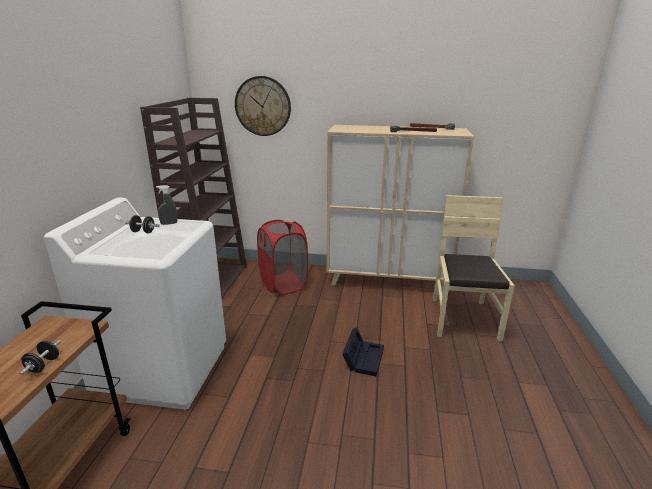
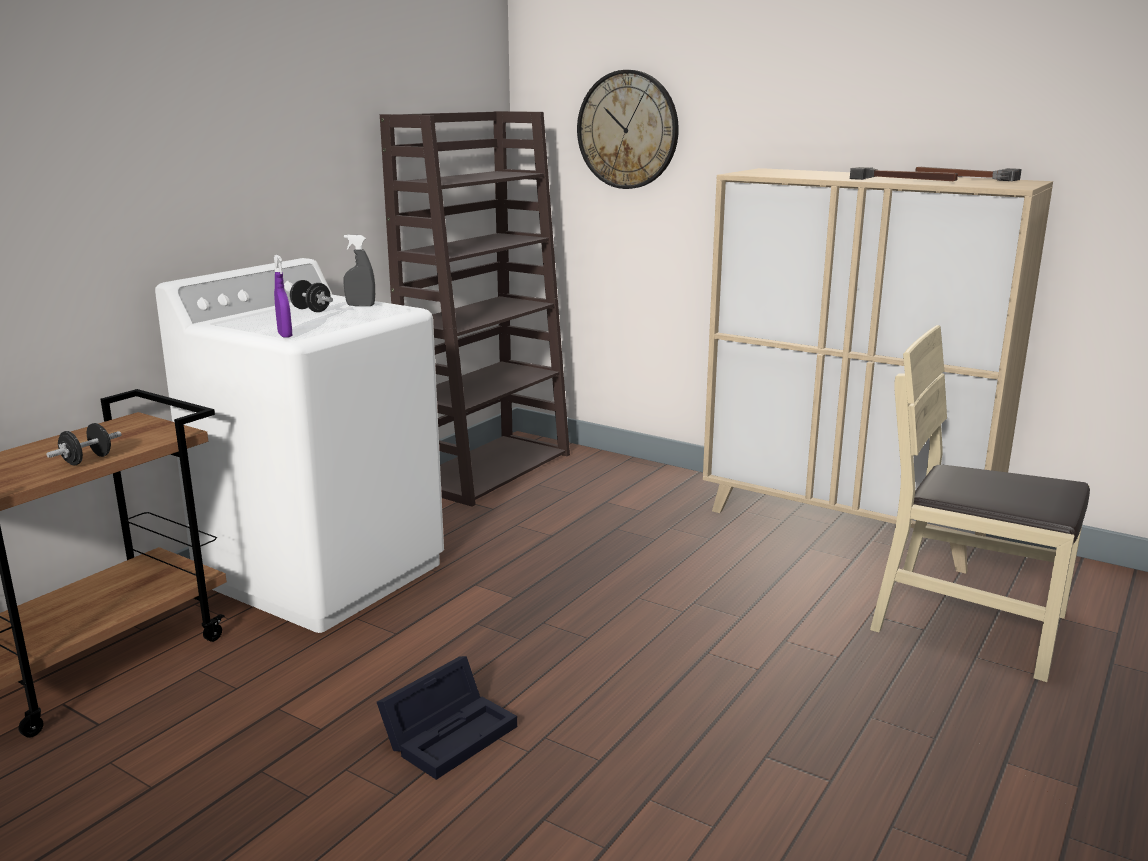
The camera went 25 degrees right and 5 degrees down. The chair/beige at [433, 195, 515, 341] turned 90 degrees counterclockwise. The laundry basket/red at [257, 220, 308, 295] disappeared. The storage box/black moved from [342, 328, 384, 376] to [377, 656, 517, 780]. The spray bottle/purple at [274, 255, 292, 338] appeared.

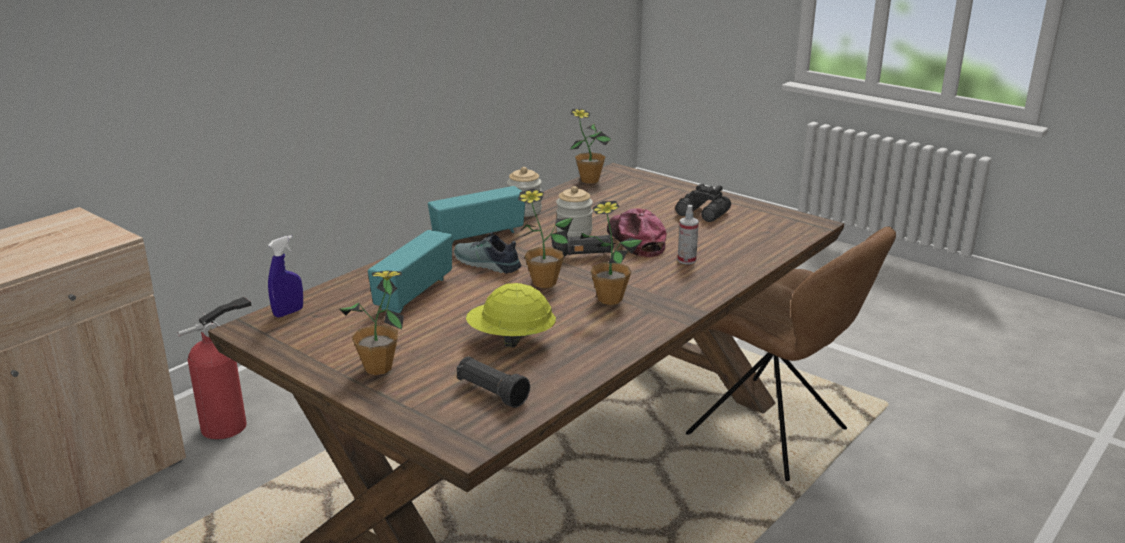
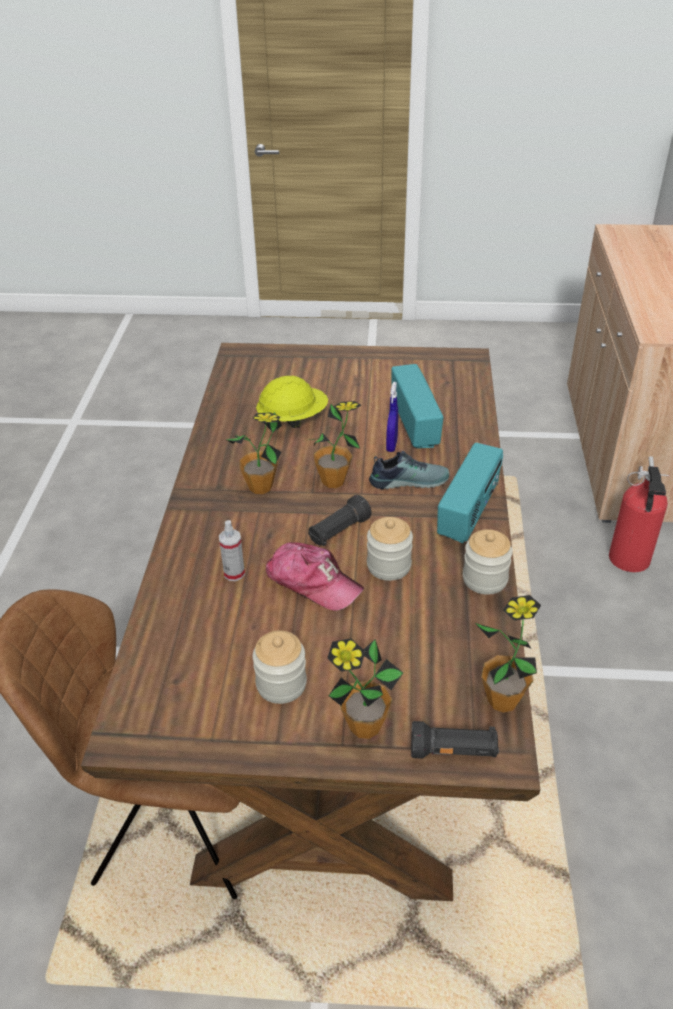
The camera went 145 degrees right and 15 degrees up. The binoculars/black at [675, 184, 731, 222] was replaced by the jar at [253, 630, 307, 704]. The spray bottle/blue moved from [268, 235, 303, 318] to [386, 382, 398, 452]. The potted plant moved from [339, 270, 404, 375] to [327, 638, 403, 739]. The flashlight/black moved from [457, 357, 530, 408] to [411, 721, 499, 759].

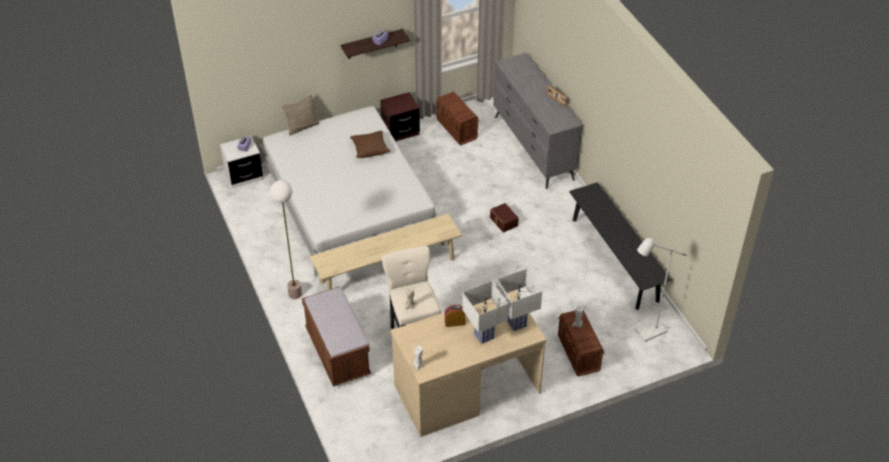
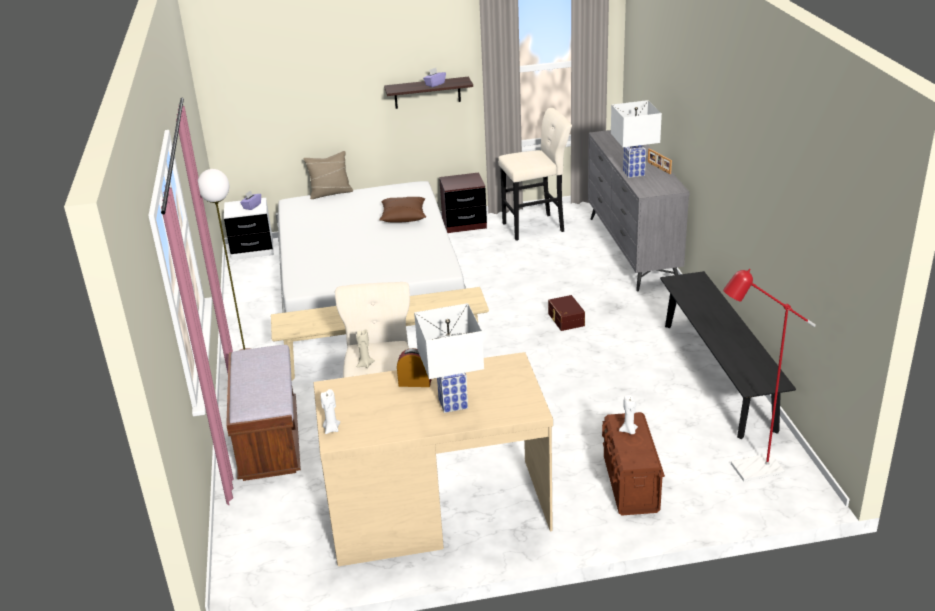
The camera went 15 degrees right and 15 degrees down. The storage box/brown at [435, 92, 479, 145] was replaced by the stool/beige at [498, 108, 572, 241]. The floor lamp/white at [635, 238, 687, 342] became the floor lamp/red at [723, 268, 816, 482]. The table lamp/white moved from [497, 269, 542, 331] to [611, 100, 662, 178].

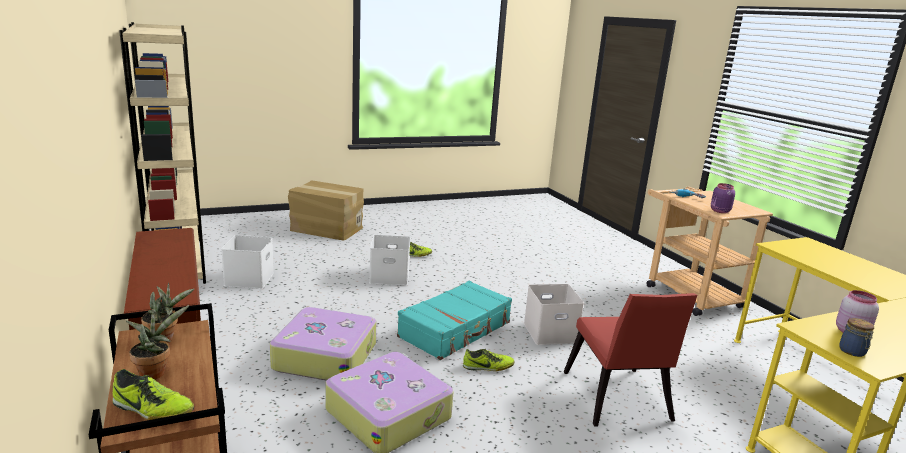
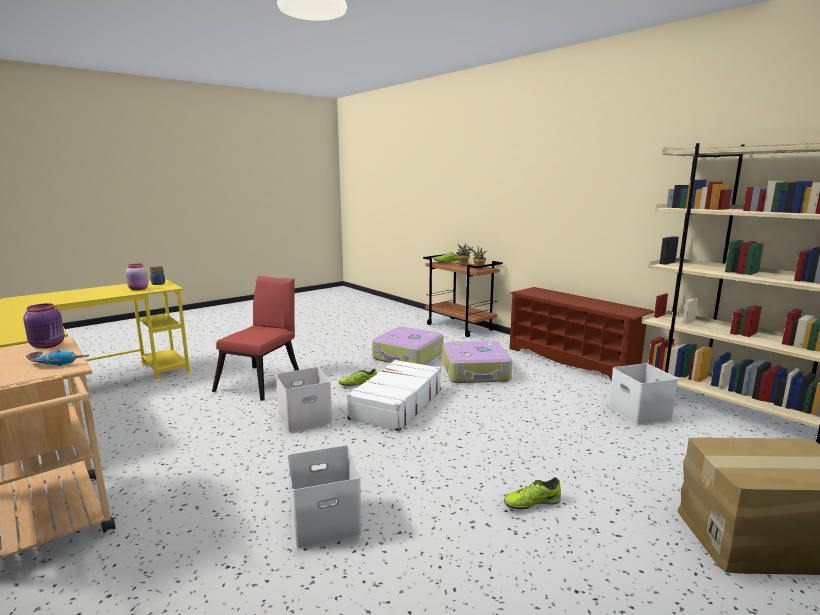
The camera went 165 degrees right and 5 degrees down. The storage box/white moved from [369, 235, 410, 286] to [287, 445, 362, 549]. The suitcase/turquoise at [397, 281, 512, 360] became the suitcase/white at [347, 360, 441, 431]. The chair/red at [564, 293, 697, 427] turned 45 degrees clockwise.

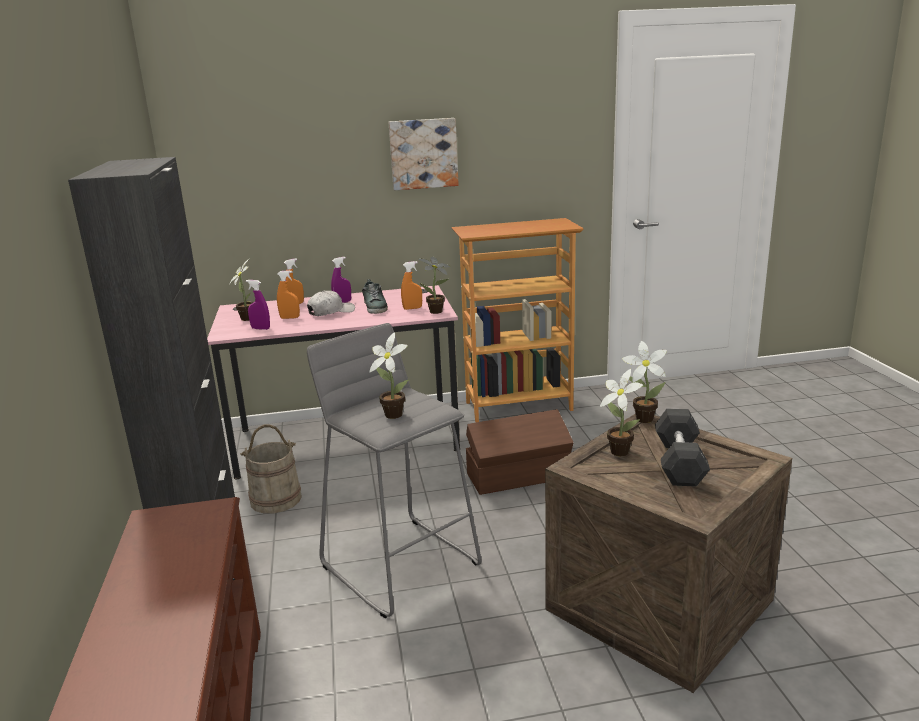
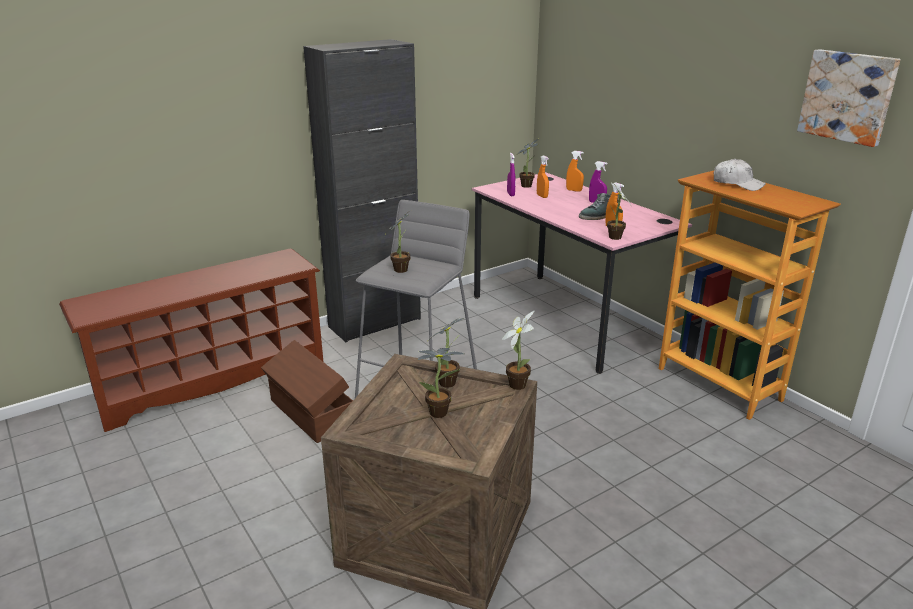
The camera went 65 degrees right and 5 degrees up. The picture moved from [389, 118, 459, 190] to [797, 49, 901, 147]. The cap/white moved from [307, 291, 355, 316] to [714, 159, 766, 191]. The storage box/brown moved from [466, 409, 573, 495] to [261, 340, 353, 443]. The dumbbell/grey at [655, 409, 710, 487] was replaced by the potted plant at [417, 348, 465, 418]. The bucket/beige at [240, 424, 302, 513] disappeared.

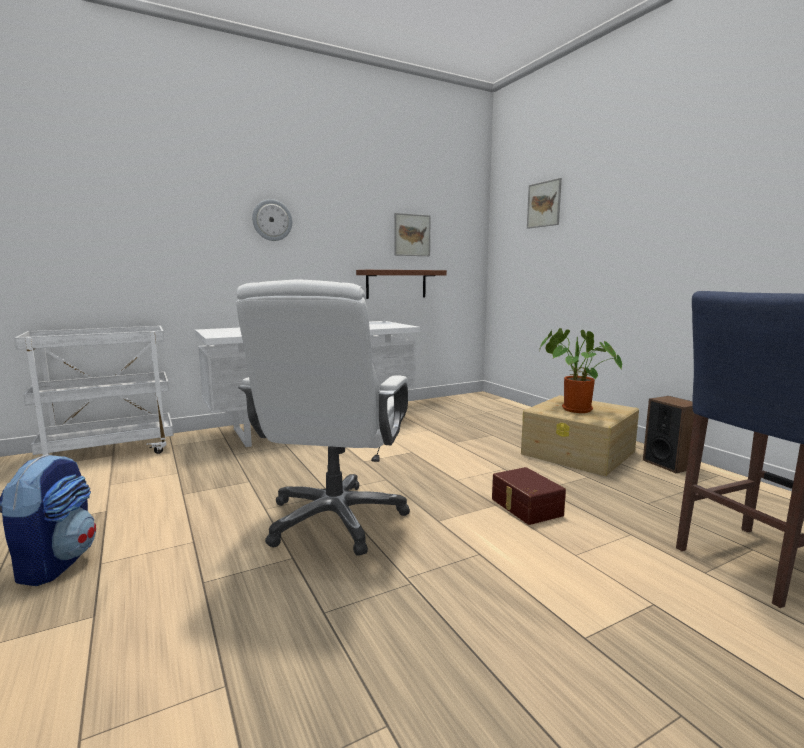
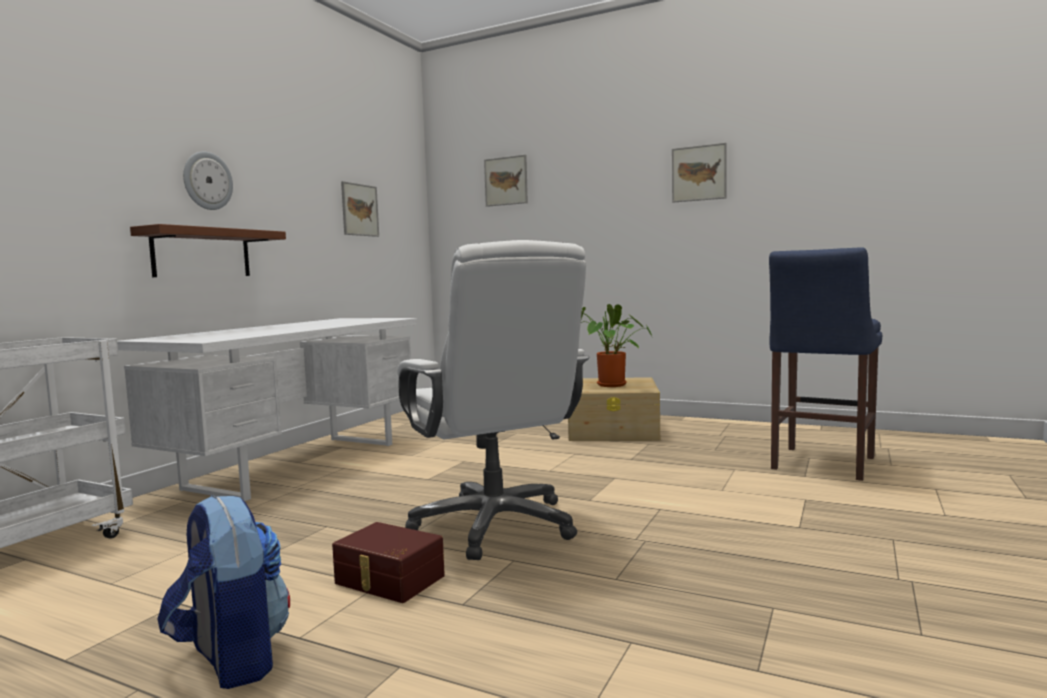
The camera went 35 degrees left and 5 degrees down. The shelf/brown moved from [356, 270, 447, 299] to [130, 224, 286, 277]. The speaker at [643, 396, 694, 473] disappeared. The storage box/brown moved from [492, 467, 566, 525] to [332, 522, 445, 603]. The picture at [672, 143, 727, 203] appeared.

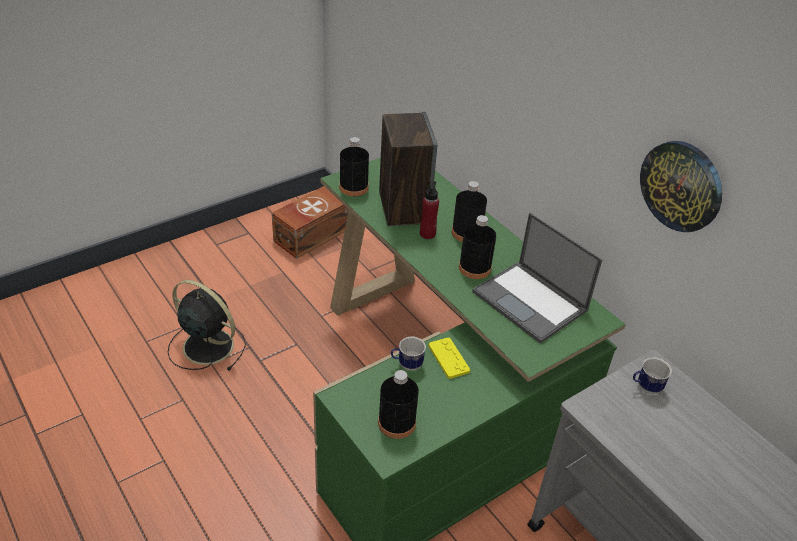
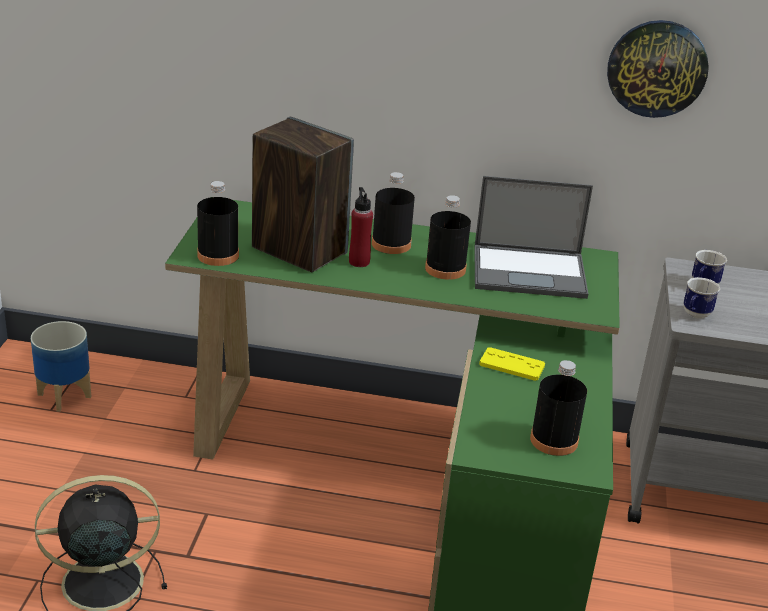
The camera went 45 degrees left and 10 degrees down. The storage box/brown at [272, 186, 349, 259] was replaced by the planter at [31, 321, 91, 412]. The mug moved from [391, 337, 426, 371] to [684, 277, 720, 319].

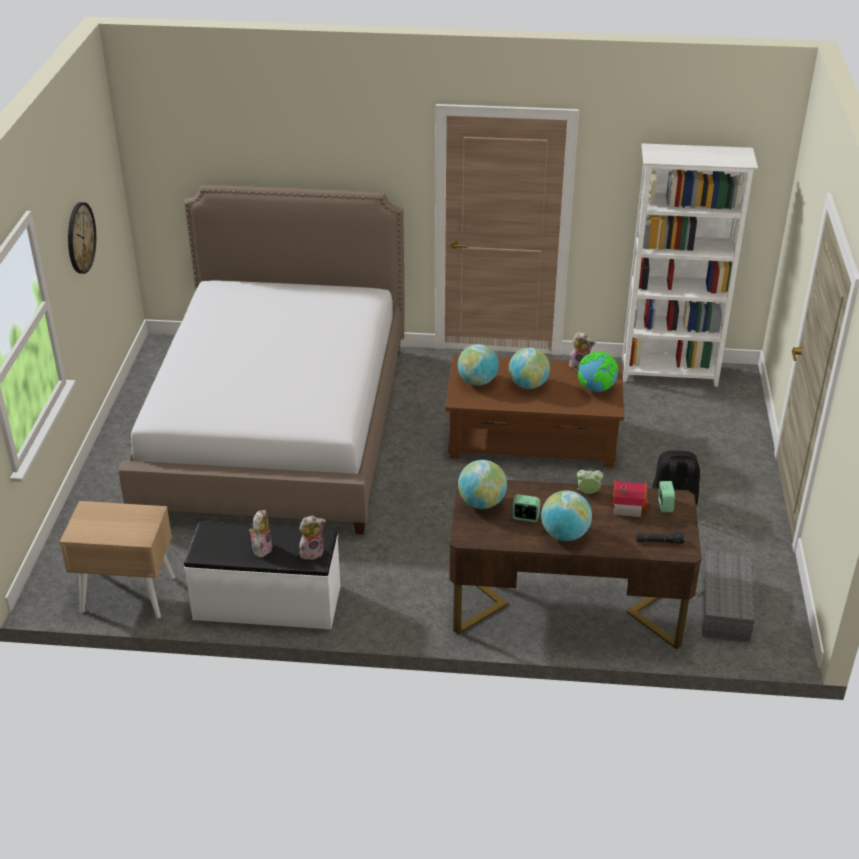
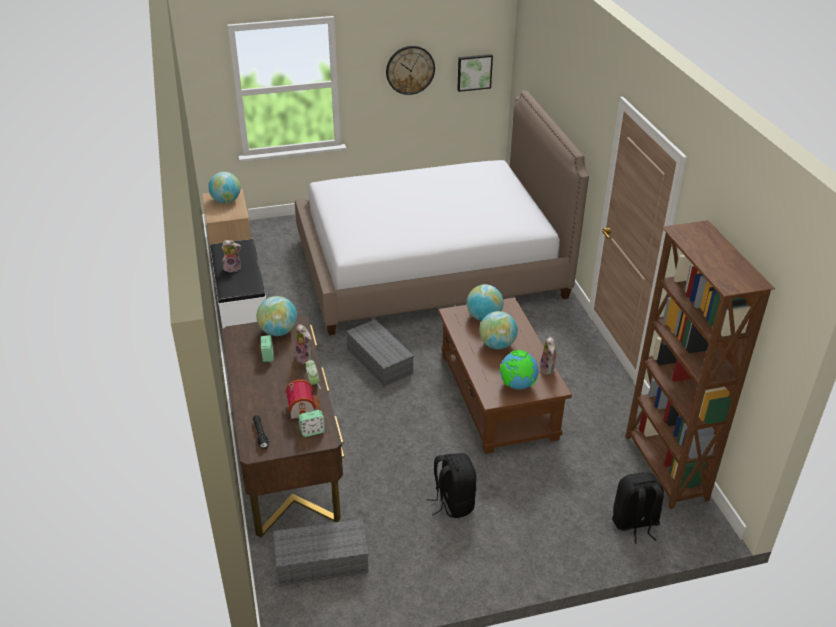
The camera went 70 degrees right and 0 degrees up. The bookcase/white at [622, 143, 758, 387] became the bookcase/brown at [625, 220, 775, 509]. The globe moved from [541, 490, 592, 541] to [208, 172, 241, 203]. The plush toy moved from [299, 515, 326, 560] to [294, 324, 312, 364]. The picture at [457, 54, 493, 92] appeared. The storage box/grey at [346, 319, 414, 386] appeared. The backpack/black at [612, 472, 664, 544] appeared.

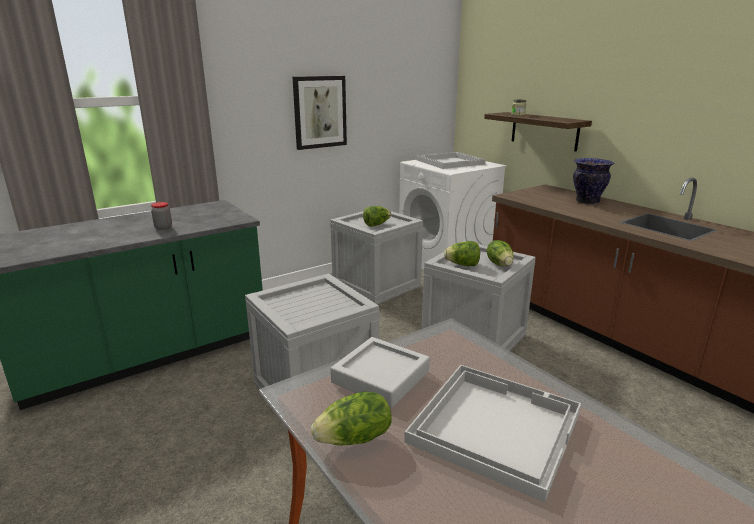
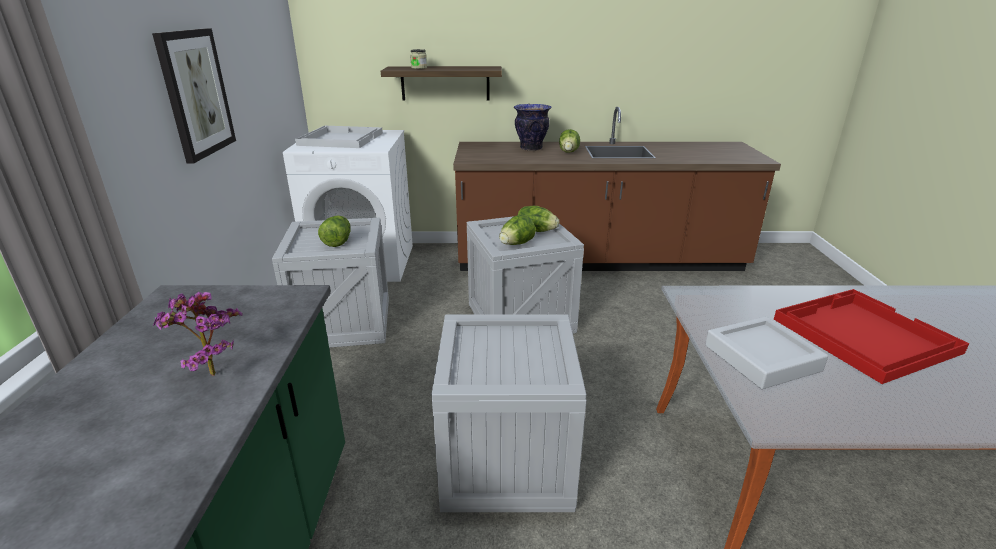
The camera went 55 degrees left and 5 degrees up. The jar at [151, 202, 172, 230] was replaced by the potted plant at [153, 292, 243, 376]. The tray/white at [404, 365, 581, 502] became the tray/red at [774, 289, 970, 384]. The lettuce moved from [311, 392, 392, 445] to [559, 129, 580, 153].

